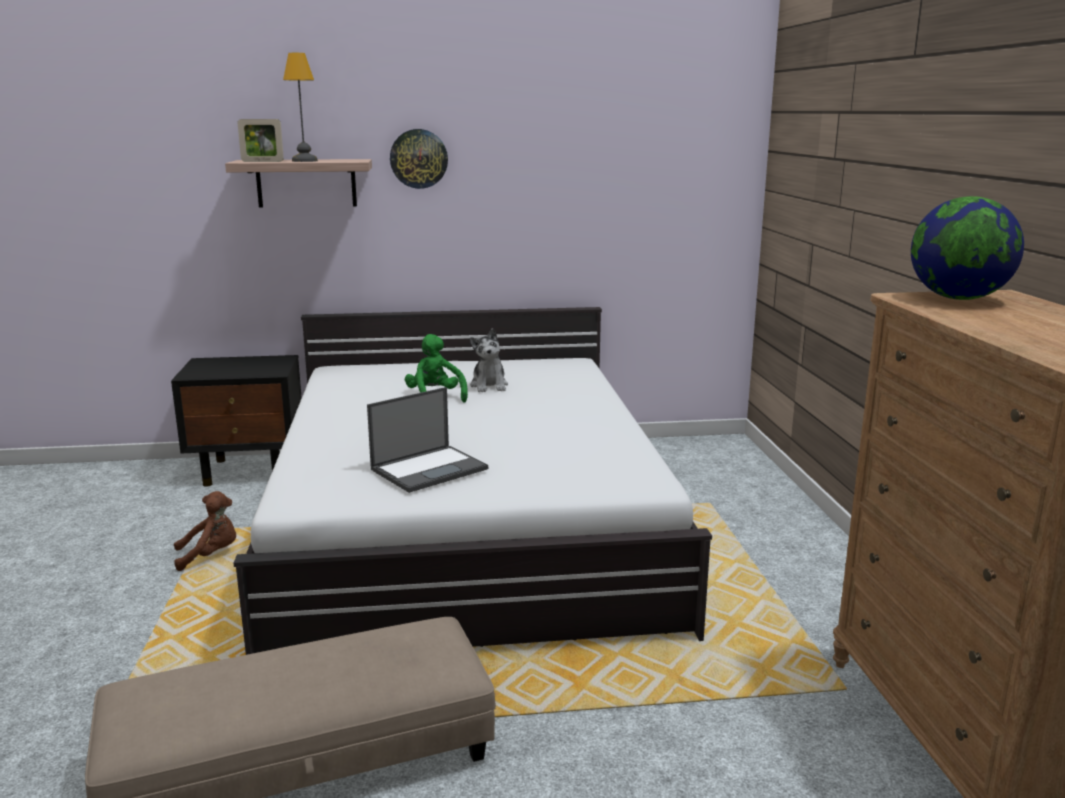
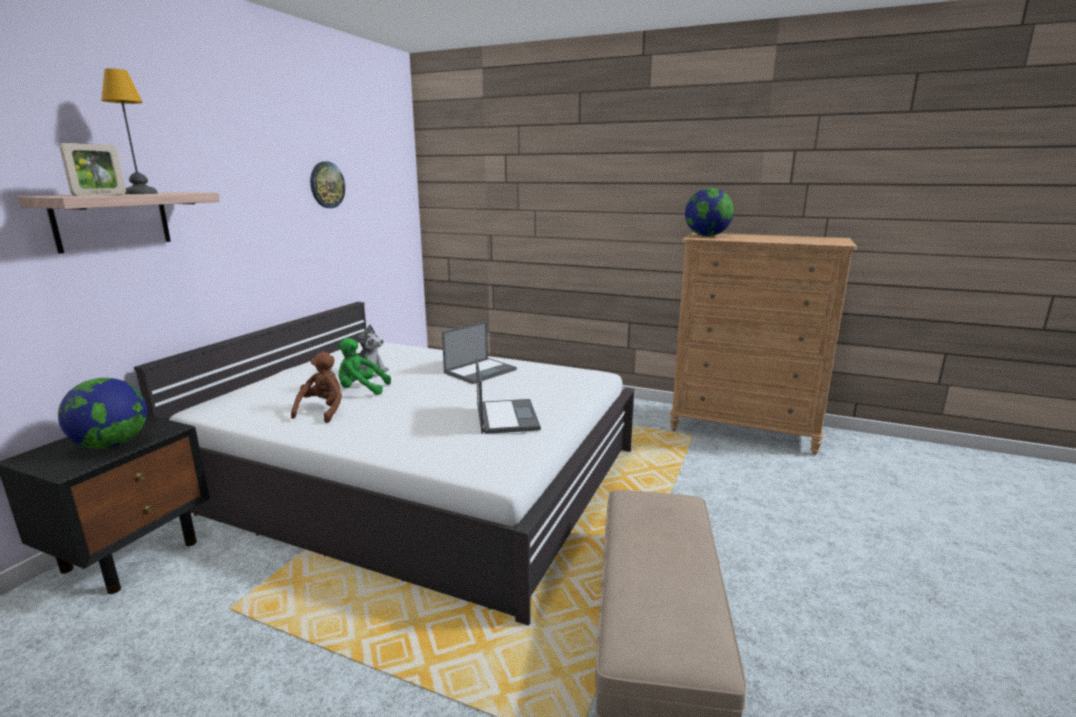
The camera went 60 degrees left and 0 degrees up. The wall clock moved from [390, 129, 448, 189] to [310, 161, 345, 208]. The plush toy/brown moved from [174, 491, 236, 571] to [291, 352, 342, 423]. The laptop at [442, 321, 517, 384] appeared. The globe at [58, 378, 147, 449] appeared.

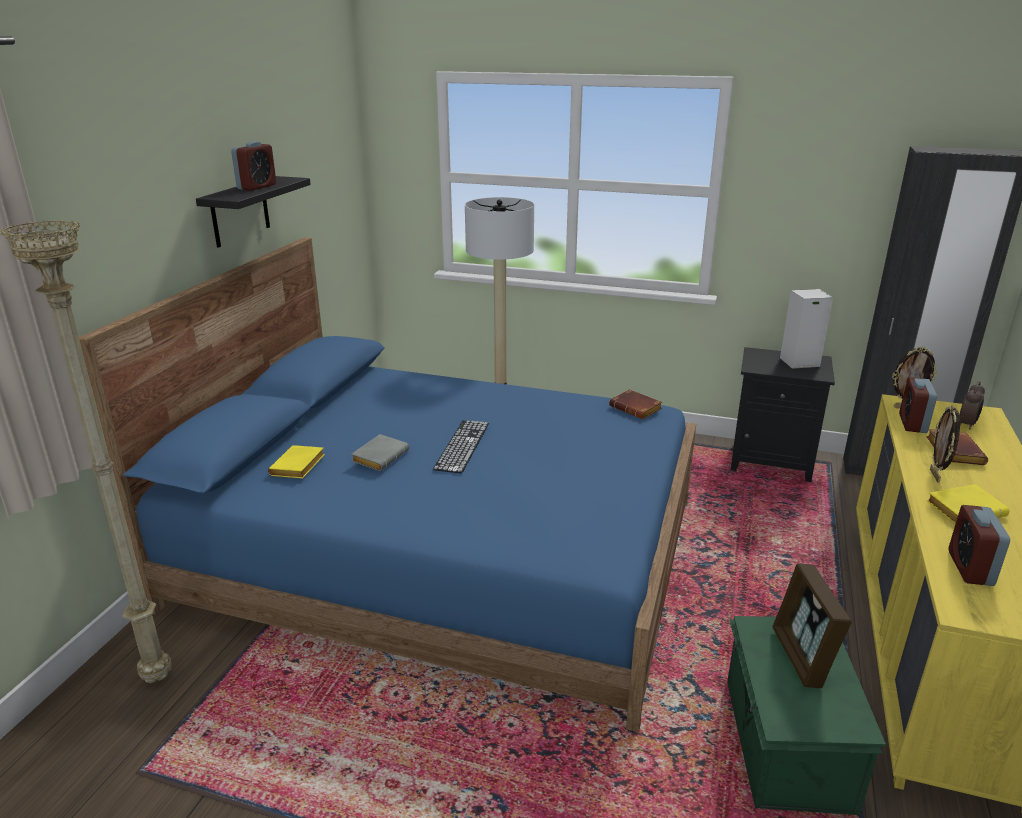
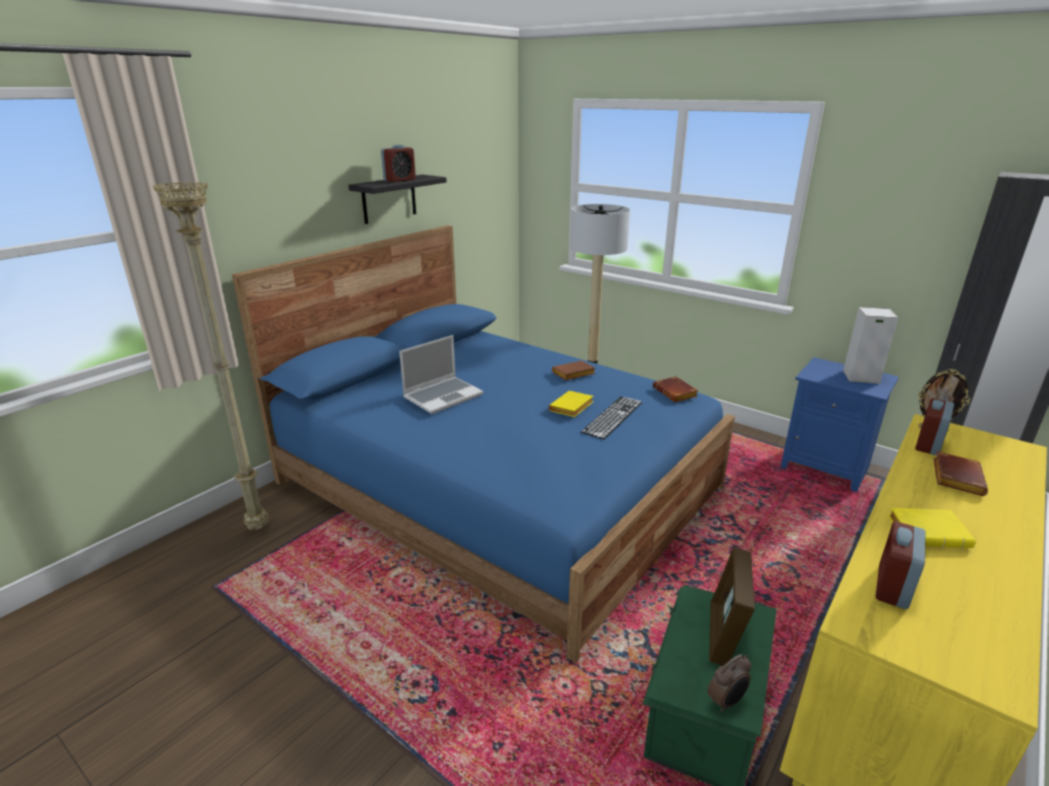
The camera went 20 degrees right and 0 degrees up. The nightstand/black at [731, 347, 835, 482] became the nightstand/blue at [781, 357, 899, 492]. The alarm clock moved from [959, 381, 985, 430] to [708, 654, 751, 713]. The picture frame at [930, 405, 960, 483] disappeared. The keyboard moved from [433, 420, 489, 474] to [581, 396, 642, 440]. The book/grey at [351, 434, 409, 471] was replaced by the laptop at [399, 335, 483, 414]. The book/yellow moved from [268, 445, 325, 479] to [548, 391, 593, 417]. The book/brown at [552, 360, 595, 380] appeared.

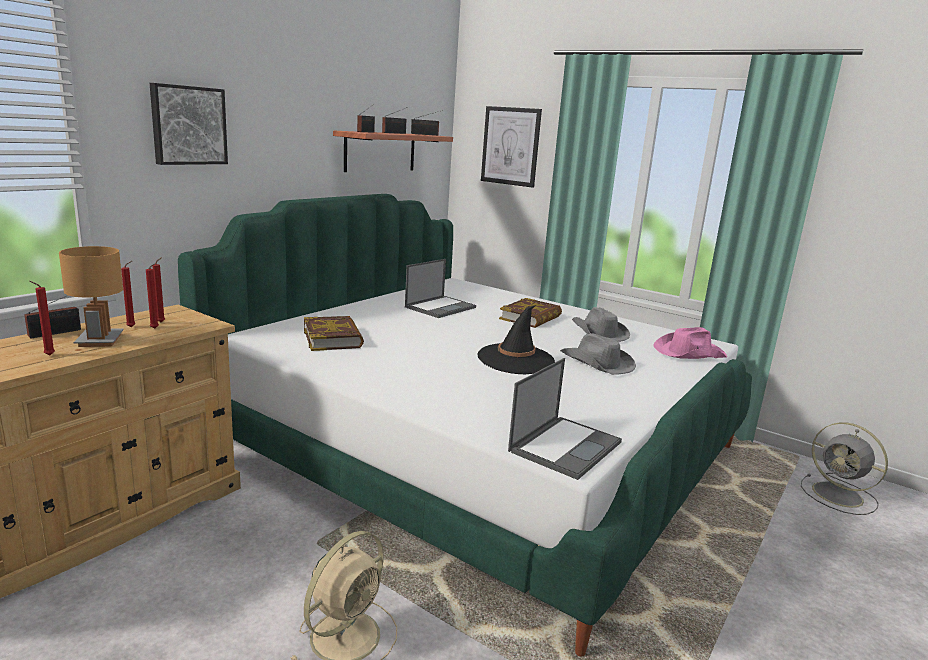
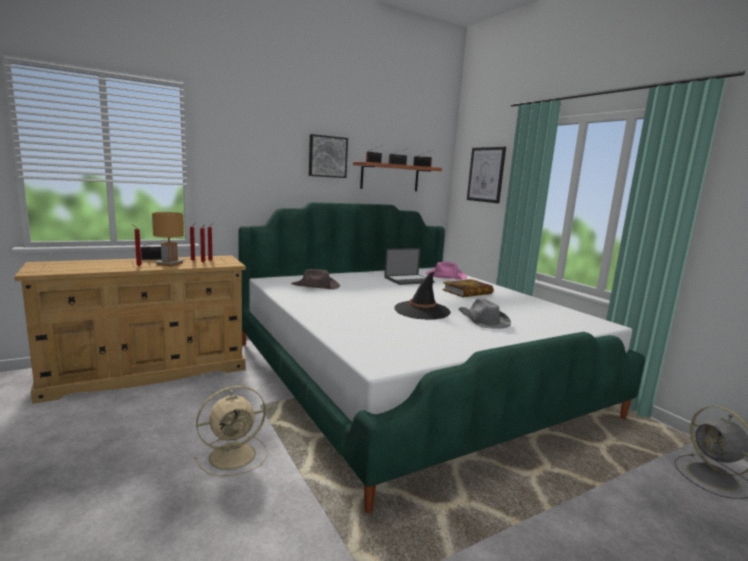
The camera went 25 degrees right and 5 degrees down. The picture moved from [150, 83, 228, 165] to [309, 134, 348, 178]. The hat/grey at [572, 307, 630, 342] disappeared. The book at [304, 316, 364, 351] was replaced by the hat/brown at [291, 269, 340, 289]. The hat/pink moved from [653, 327, 727, 359] to [426, 262, 467, 280]. The laptop at [508, 358, 622, 480] disappeared.

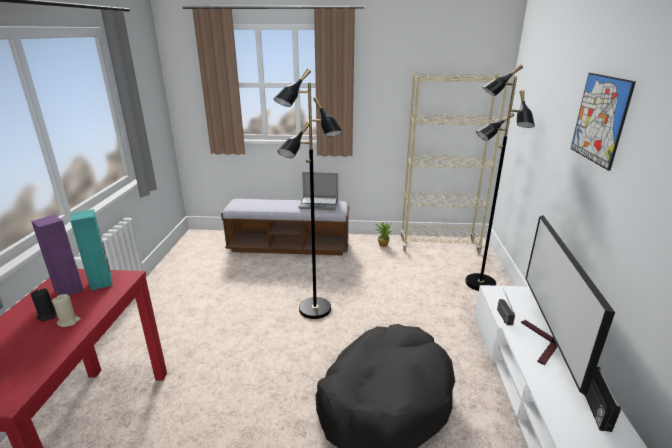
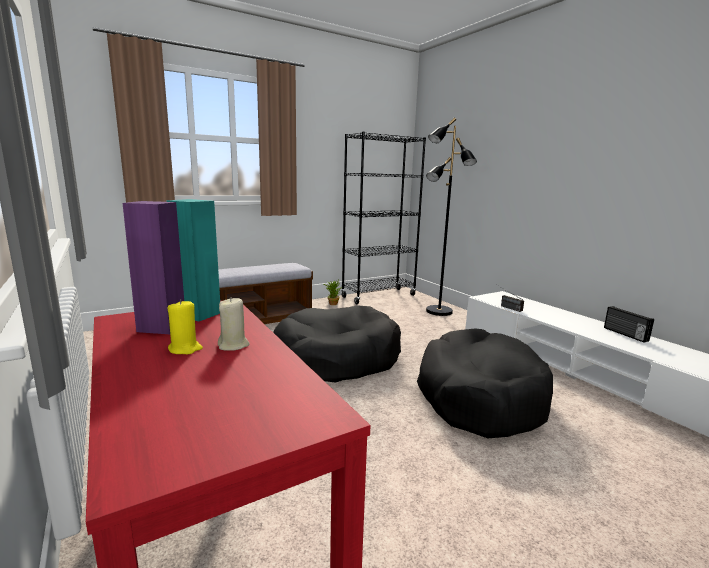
The camera went 35 degrees left and 10 degrees down. The floor lamp/black at [274, 69, 343, 319] was replaced by the dog bed/black at [273, 305, 401, 382]. The bookcase/beige at [401, 73, 509, 254] became the bookcase/black at [341, 132, 426, 304]. The picture at [570, 73, 636, 171] disappeared. The laptop at [299, 172, 338, 210] disappeared. The television at [521, 215, 615, 396] disappeared. The candle/black at [31, 288, 57, 321] became the candle/yellow at [167, 299, 203, 354].

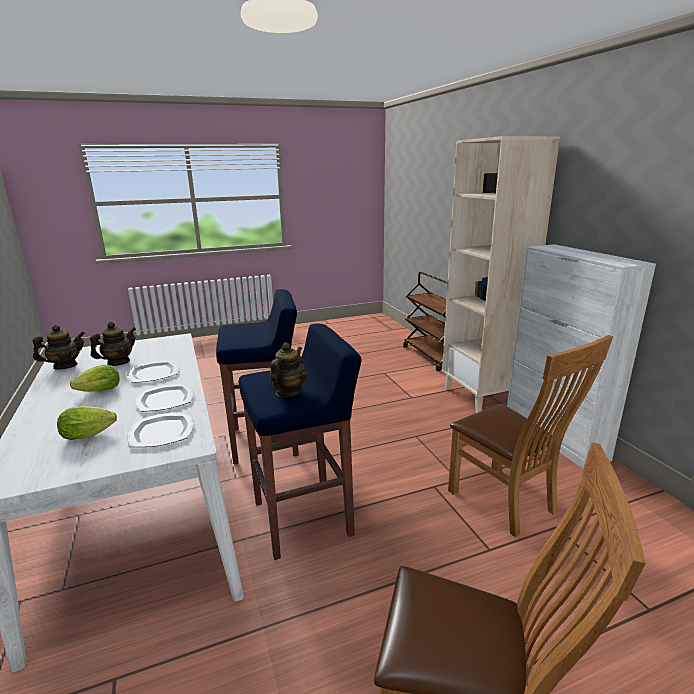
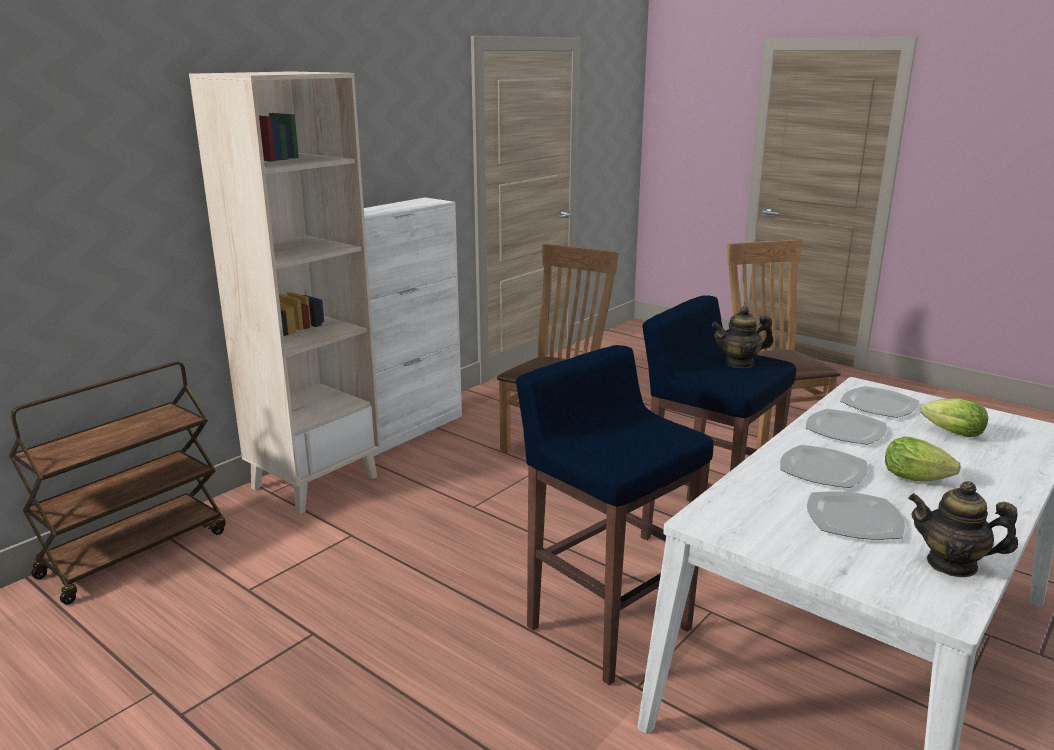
The camera went 120 degrees left and 0 degrees up. The teapot at [90, 322, 136, 366] was replaced by the plate at [807, 491, 905, 539].

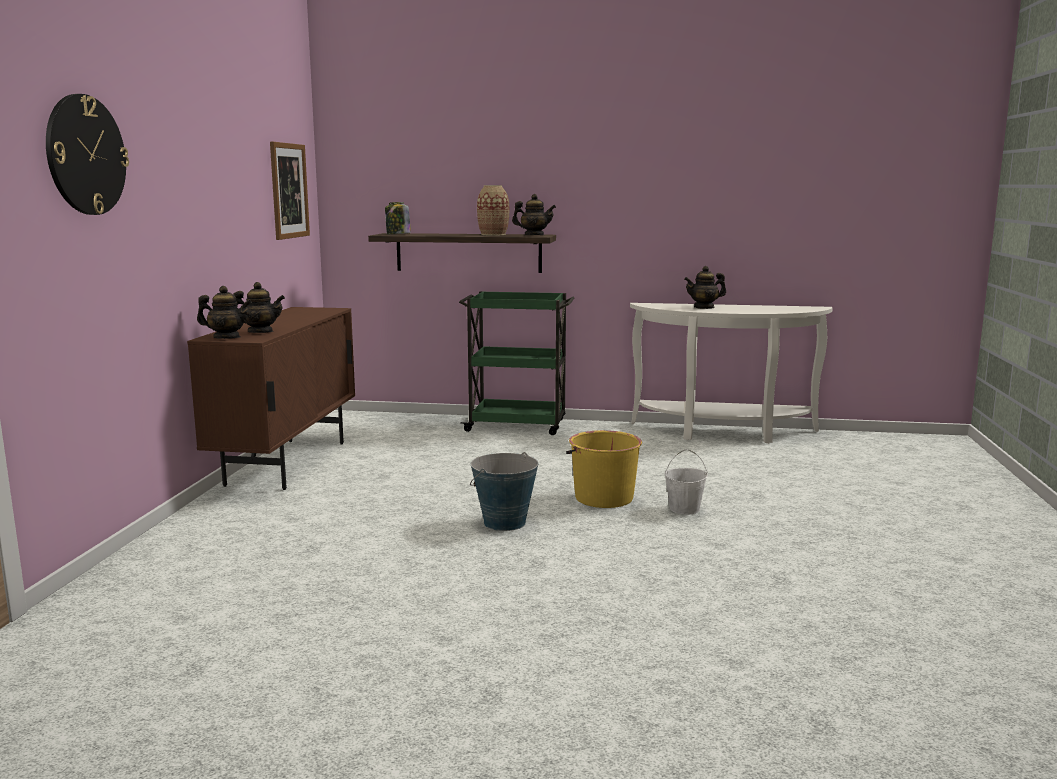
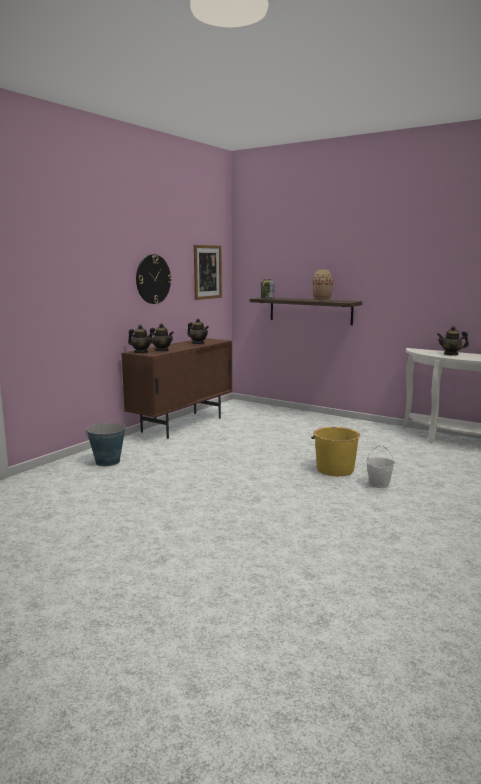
The camera went 25 degrees right and 0 degrees up. The wall clock moved from [46, 94, 129, 215] to [136, 254, 172, 304]. The teapot moved from [512, 194, 556, 235] to [187, 318, 209, 344]. The cart/green at [459, 291, 575, 435] disappeared. The bucket moved from [470, 452, 538, 531] to [85, 423, 126, 466].

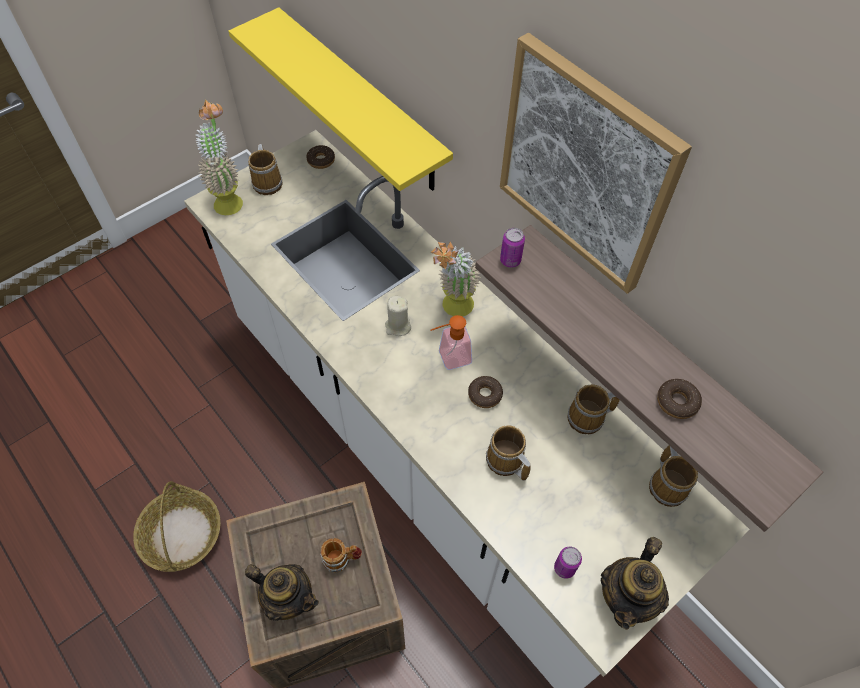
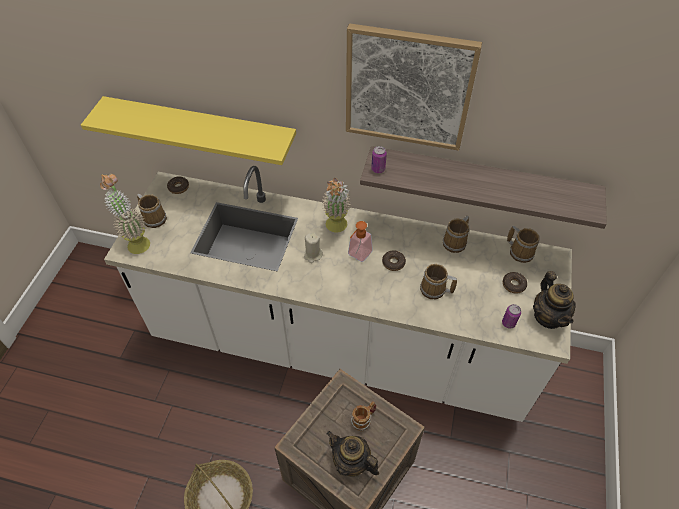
The camera went 35 degrees left and 5 degrees down. The donut moved from [657, 379, 702, 419] to [503, 272, 527, 294]. The teapot at [245, 564, 319, 621] turned 135 degrees counterclockwise.

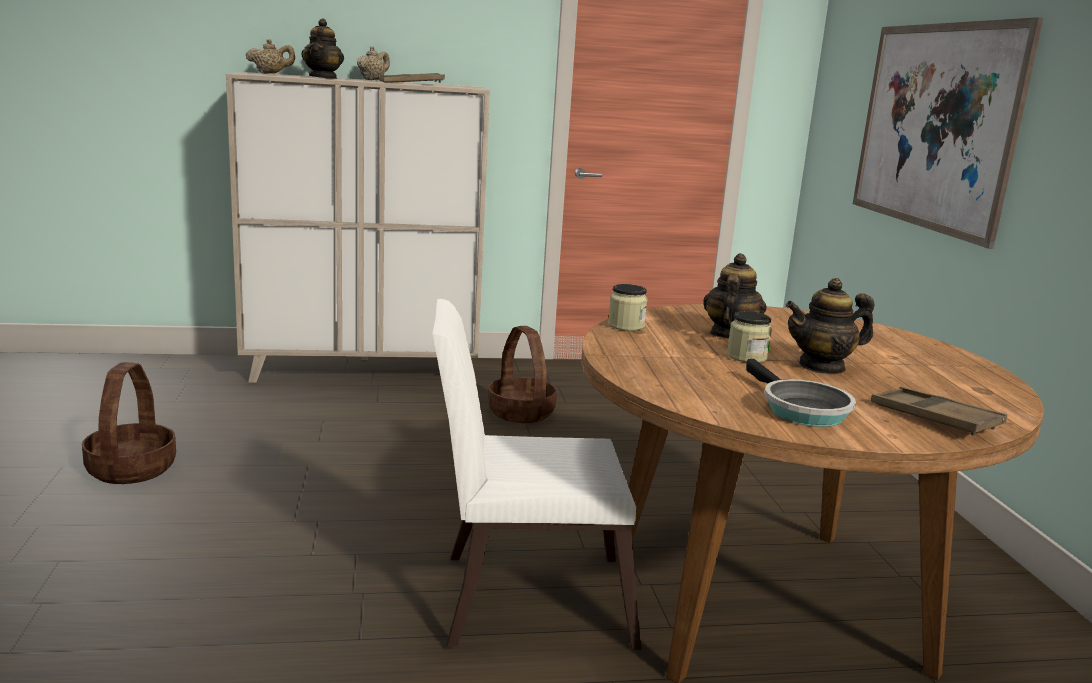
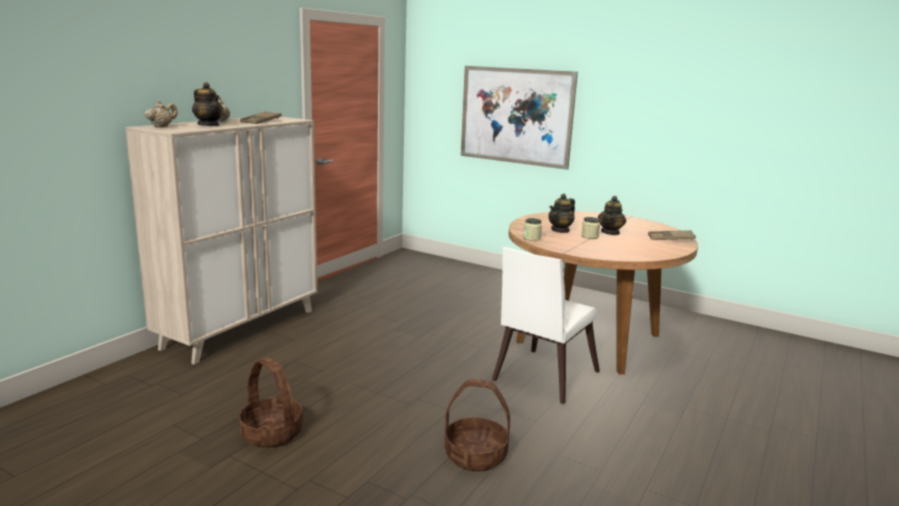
The camera went 50 degrees left and 0 degrees up. The teapot at [703, 253, 767, 338] turned 105 degrees counterclockwise. The basket moved from [488, 326, 557, 423] to [445, 379, 510, 471]. The frying pan at [746, 359, 856, 427] disappeared.

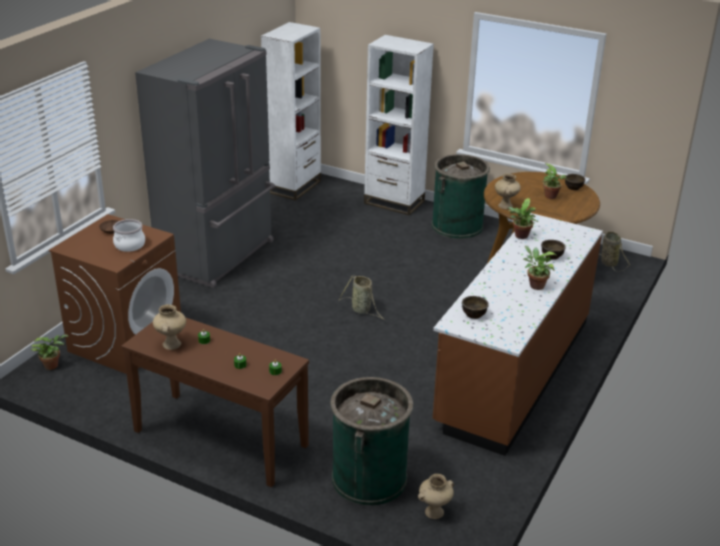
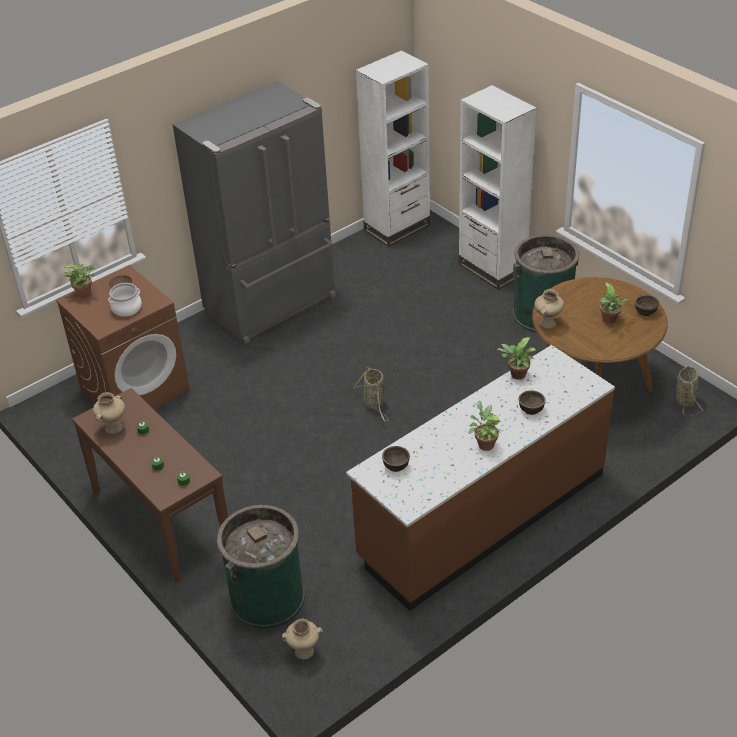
The camera went 25 degrees right and 10 degrees up. The potted plant moved from [31, 334, 68, 370] to [63, 264, 98, 298].

